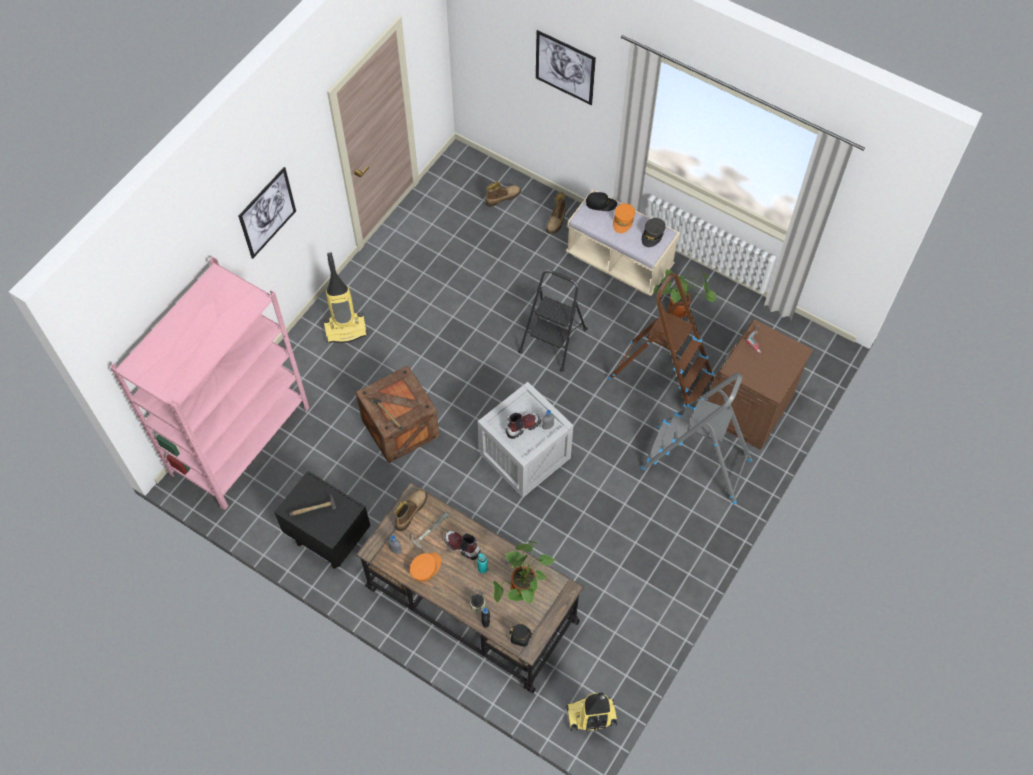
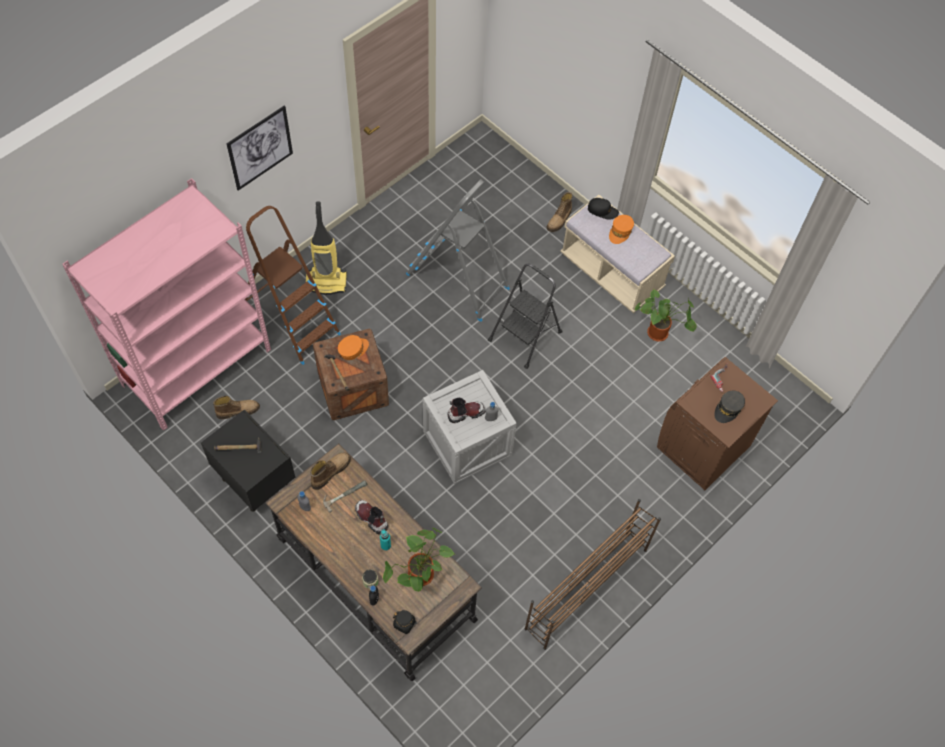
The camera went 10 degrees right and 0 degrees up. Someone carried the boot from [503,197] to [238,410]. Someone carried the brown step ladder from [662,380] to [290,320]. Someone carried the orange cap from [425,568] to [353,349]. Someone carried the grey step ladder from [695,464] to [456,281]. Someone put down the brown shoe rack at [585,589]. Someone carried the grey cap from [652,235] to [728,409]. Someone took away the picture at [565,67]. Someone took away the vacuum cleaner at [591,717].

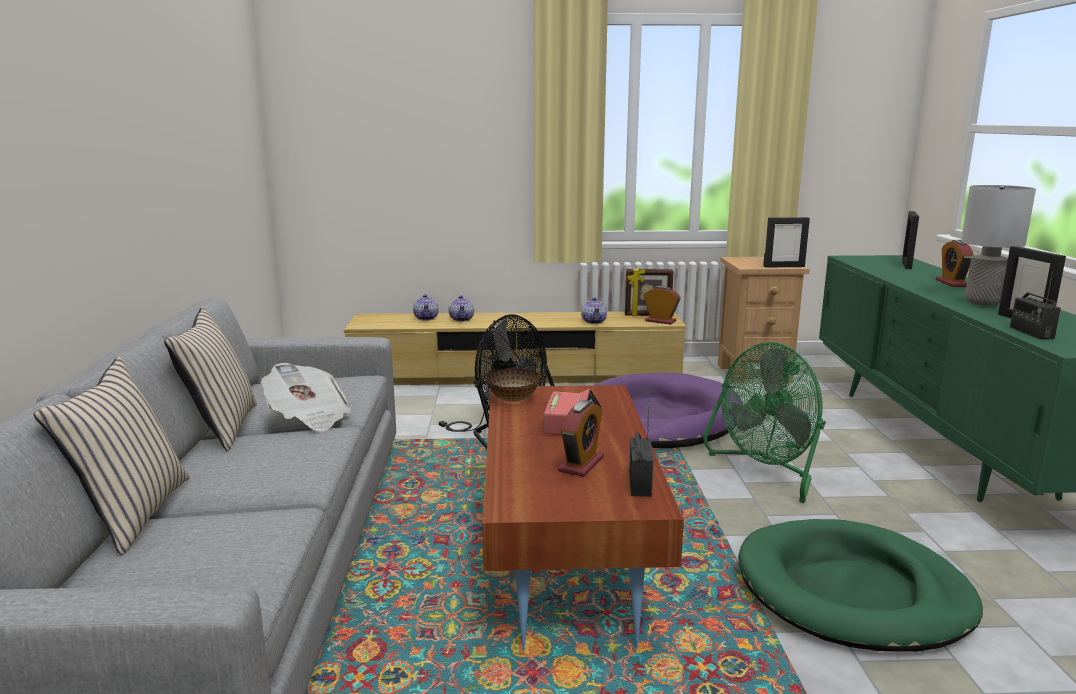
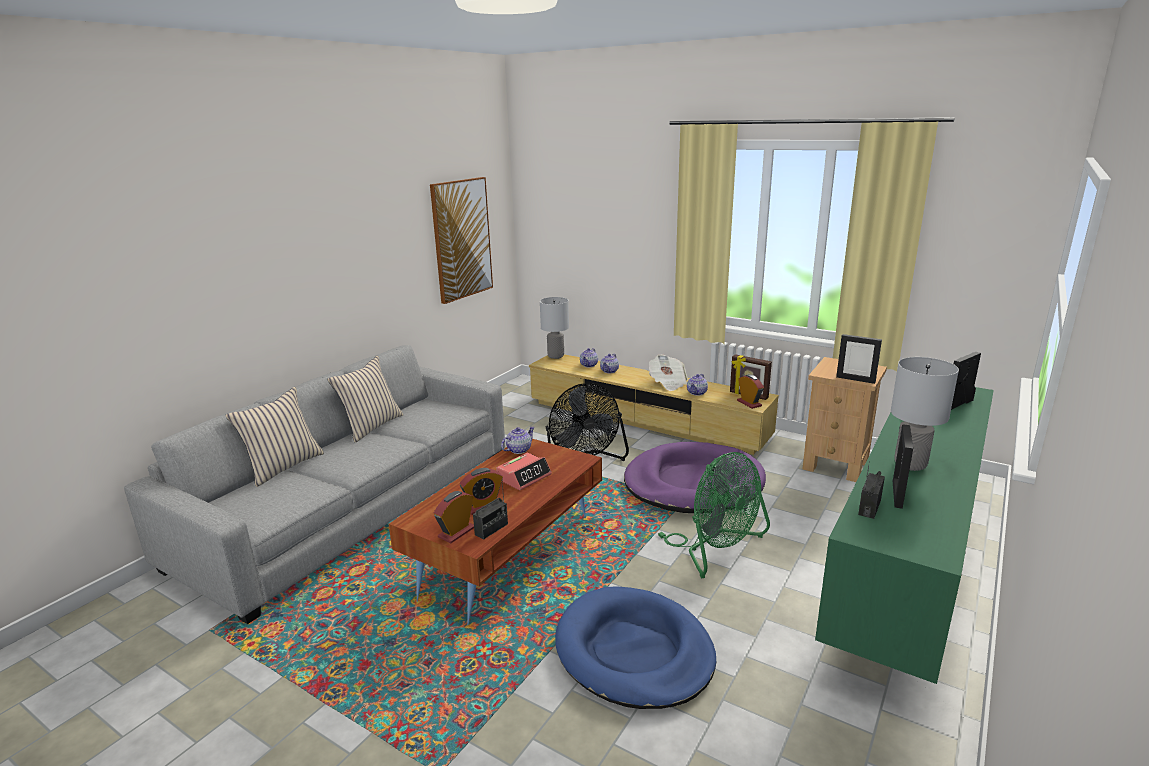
The camera went 35 degrees right and 5 degrees up. Someone put up the picture at [461,239]. Someone carried the alarm clock from [952,283] to [456,532]. Someone swapped the bowl at [512,400] for the teapot at [518,450]. Someone put down the grey table lamp at [556,357]. Someone repainted the green dog bed at [852,592], which became the blue dog bed at [634,651]. Someone carried the newspaper from [308,417] to [668,383]. Someone rotated the green fan at [768,469] by 135 degrees counterclockwise.

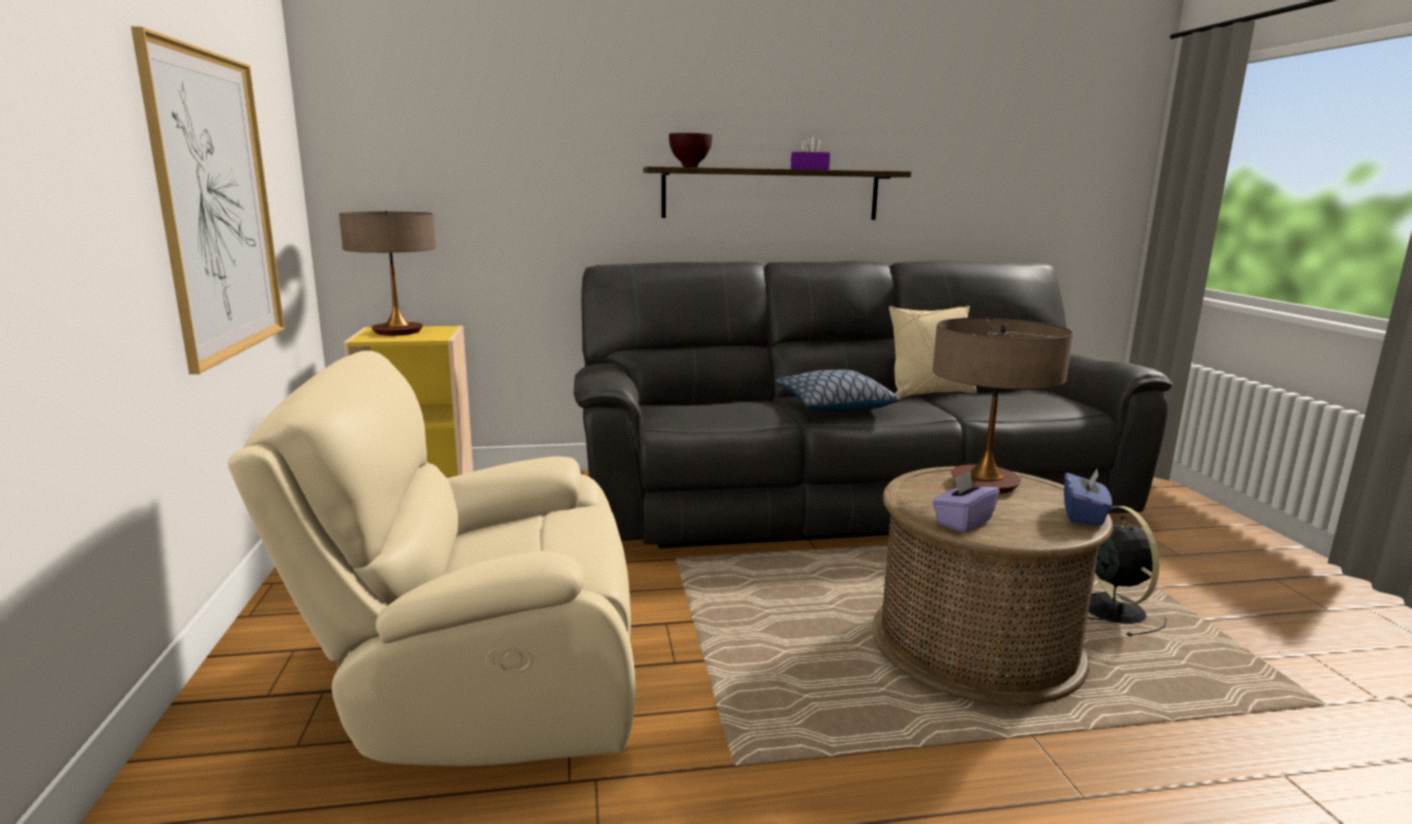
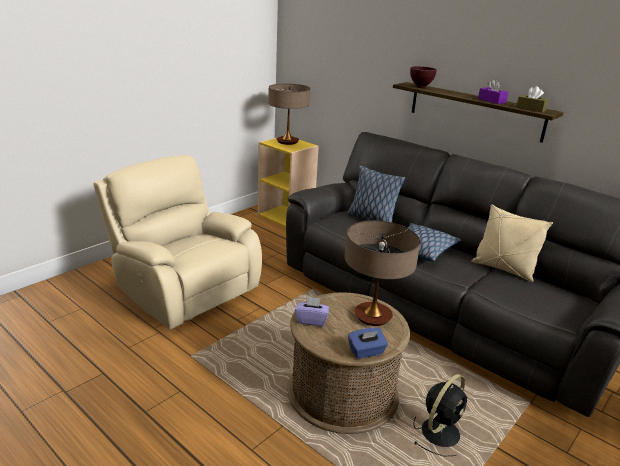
The camera went 50 degrees right and 10 degrees up. Someone put down the pillow at [371,219]. Someone put down the brown tissue box at [531,109]. Someone took away the picture at [217,206].

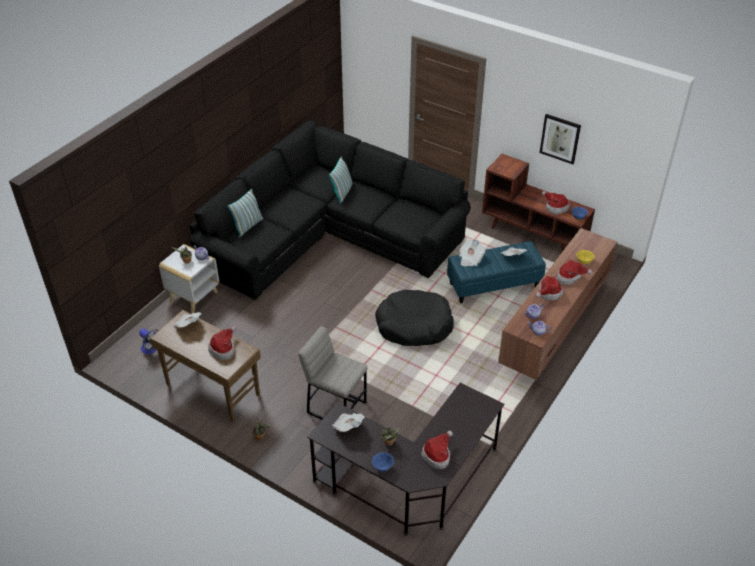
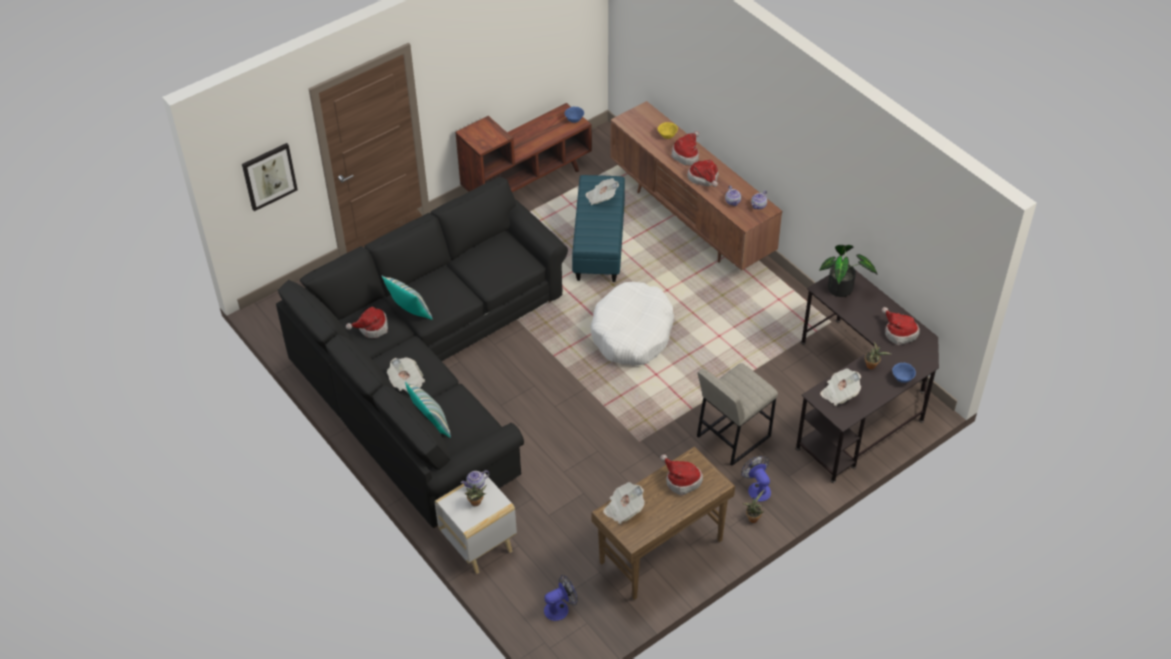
The camera went 70 degrees left and 5 degrees up. Someone carried the picture from [560,138] to [269,176]. Someone carried the hat from [555,207] to [372,328]. Someone carried the newspaper from [470,259] to [407,383]. Someone repainted the black dog bed at [414,325], which became the white dog bed at [632,333]. Someone put down the fan at [757,488]. Someone put down the potted plant at [843,290].

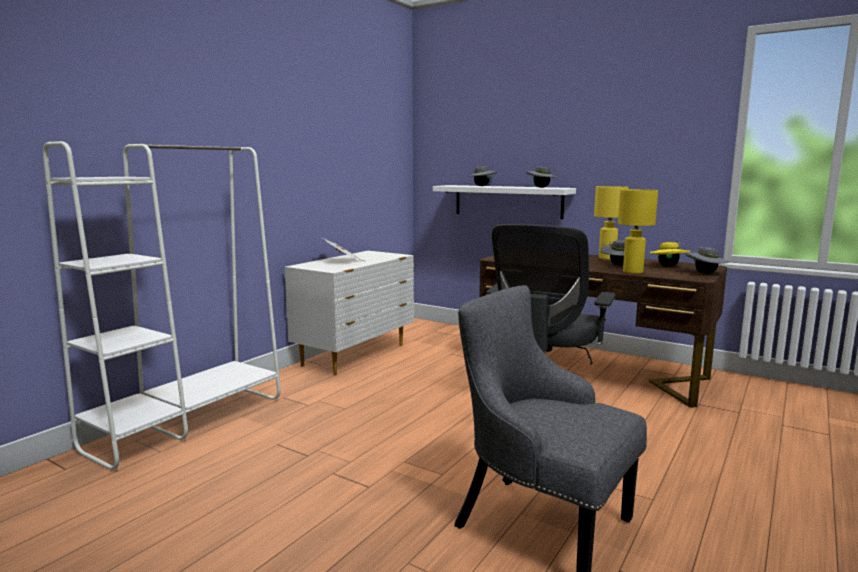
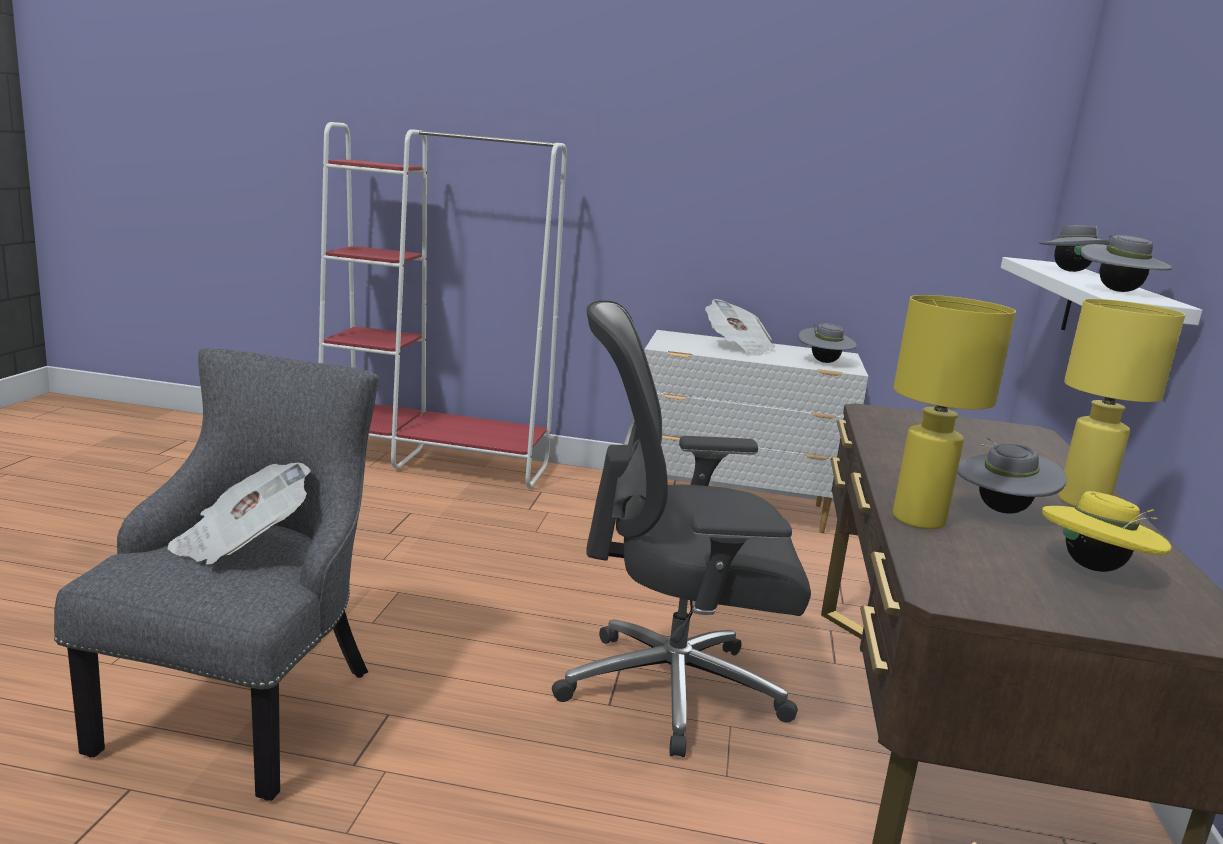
The camera went 65 degrees right and 5 degrees up. Someone put down the newspaper at [241,544]. Someone repainted the white clothes rack at [188,424], which became the red clothes rack at [436,463]. Someone carried the grey hat from [705,273] to [823,362].

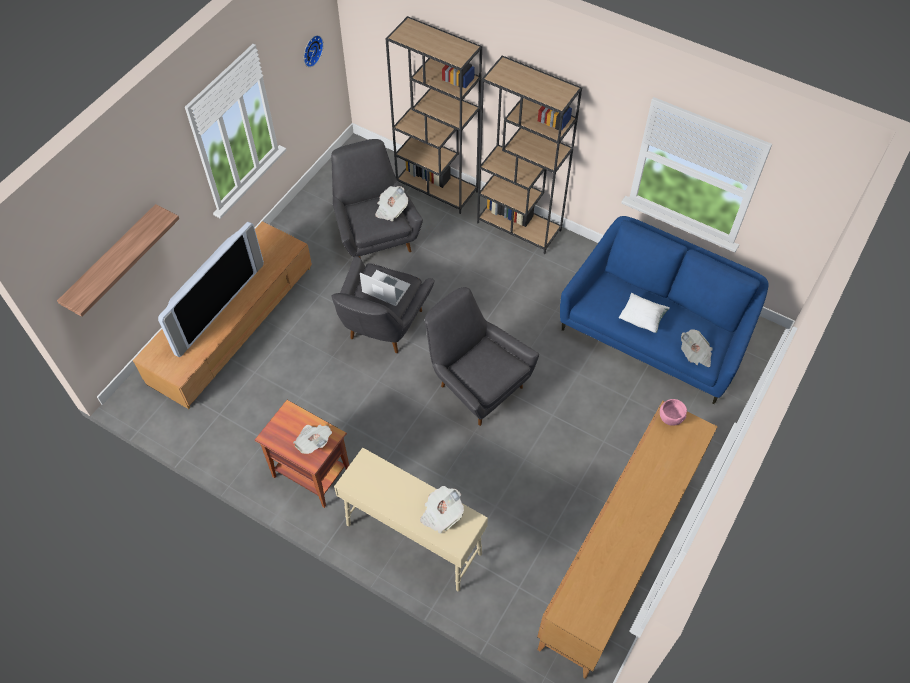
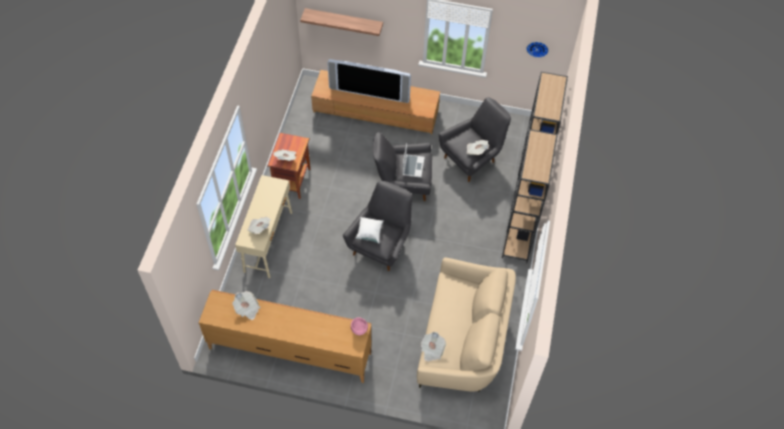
The camera went 70 degrees right and 0 degrees up. Someone put down the newspaper at [247,309]. Someone carried the white pillow from [642,319] to [369,233]. Someone repainted the blue sofa at [655,333], which became the beige sofa at [463,340].

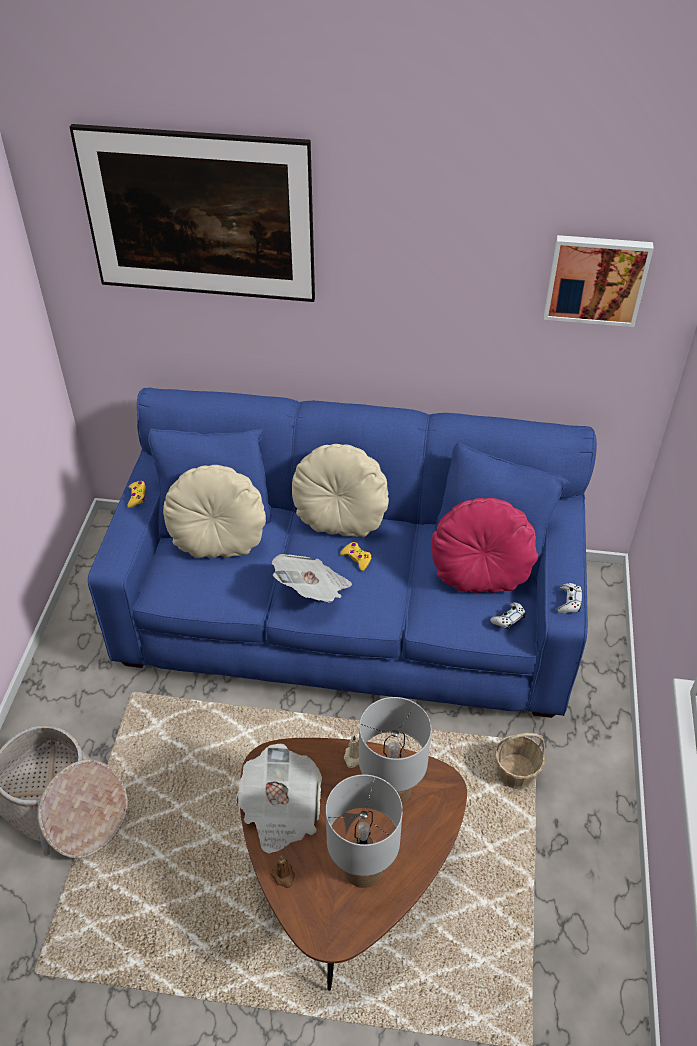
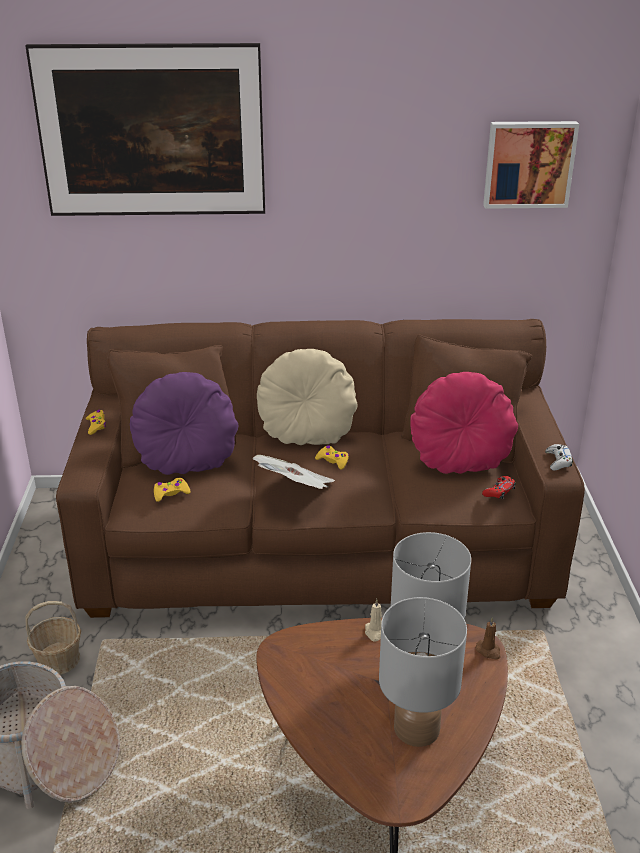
The camera went 10 degrees left and 15 degrees down. Someone carried the basket from [516,772] to [59,660]. Someone repainted the blue sofa at [348,618], which became the brown sofa at [319,549]. Someone repainted the beige pillow at [219,544], which became the purple pillow at [187,464]. Someone put down the yellow game controller at [171,493]. Someone carried the brown candle from [284,876] to [489,651]. Someone repainted the white game controller at [508,618], which became the red game controller at [499,491]. Someone took away the newspaper at [280,811].

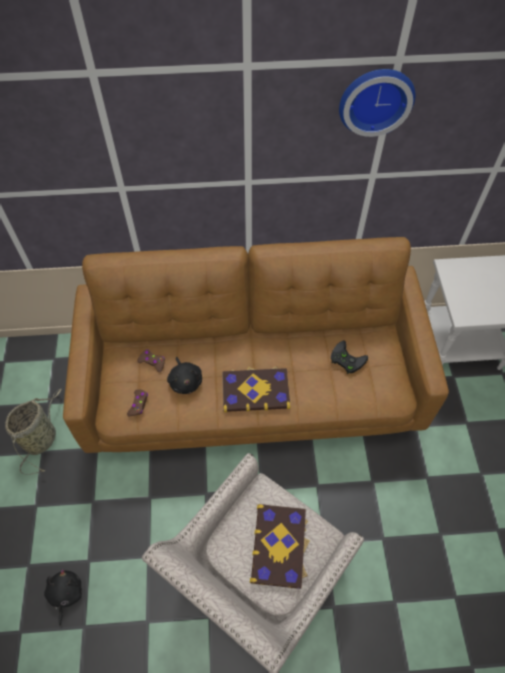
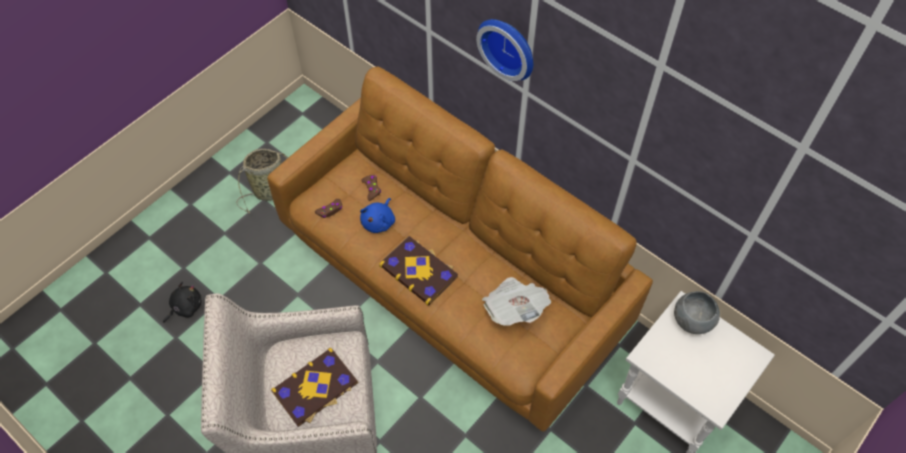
The camera went 45 degrees right and 0 degrees up. Someone repainted the black plush toy at [185,381], which became the blue plush toy at [379,221]. Someone carried the wall clock from [375,99] to [509,46]. Someone swapped the black game controller at [345,359] for the newspaper at [514,308]. Someone put down the grey bowl at [692,320].

